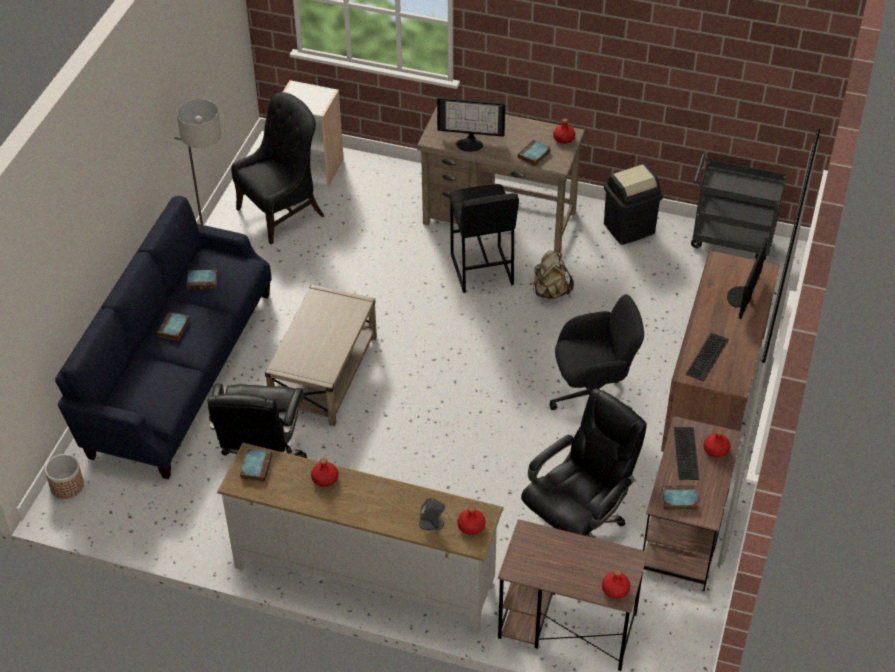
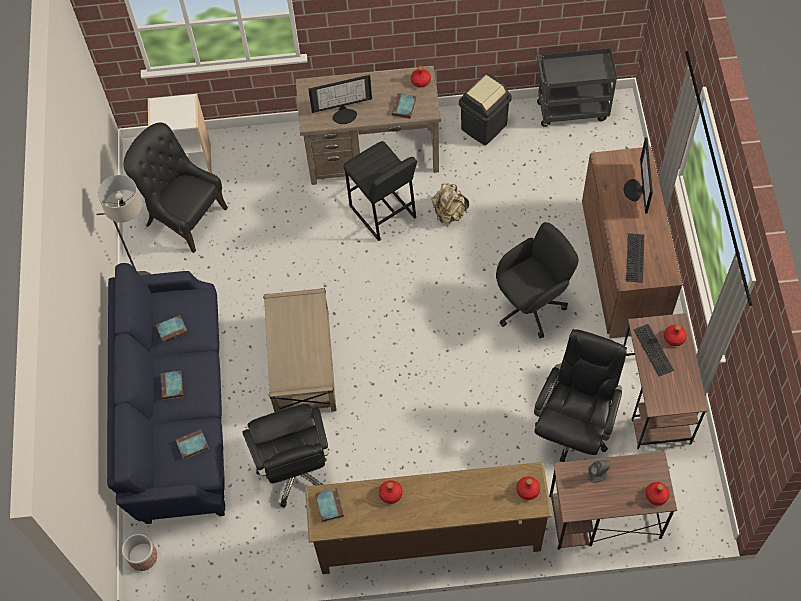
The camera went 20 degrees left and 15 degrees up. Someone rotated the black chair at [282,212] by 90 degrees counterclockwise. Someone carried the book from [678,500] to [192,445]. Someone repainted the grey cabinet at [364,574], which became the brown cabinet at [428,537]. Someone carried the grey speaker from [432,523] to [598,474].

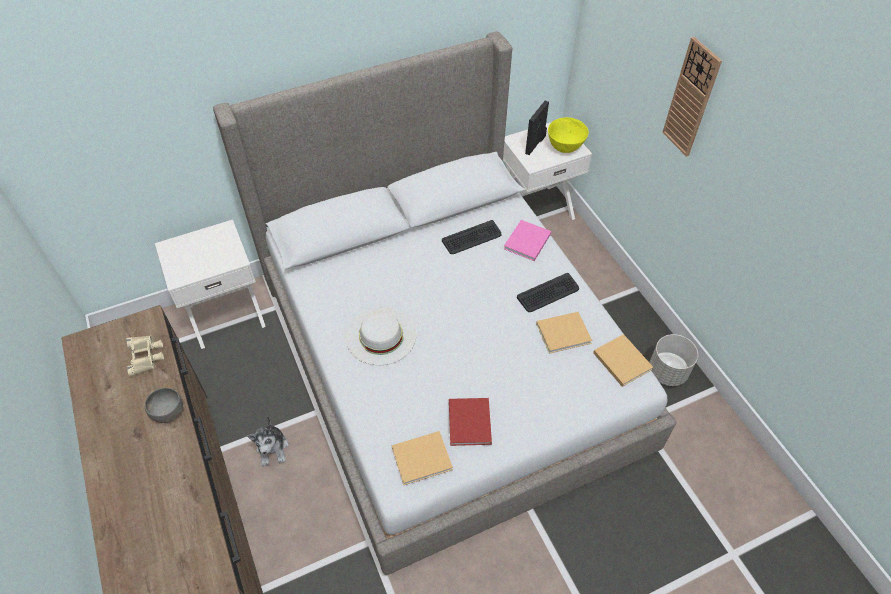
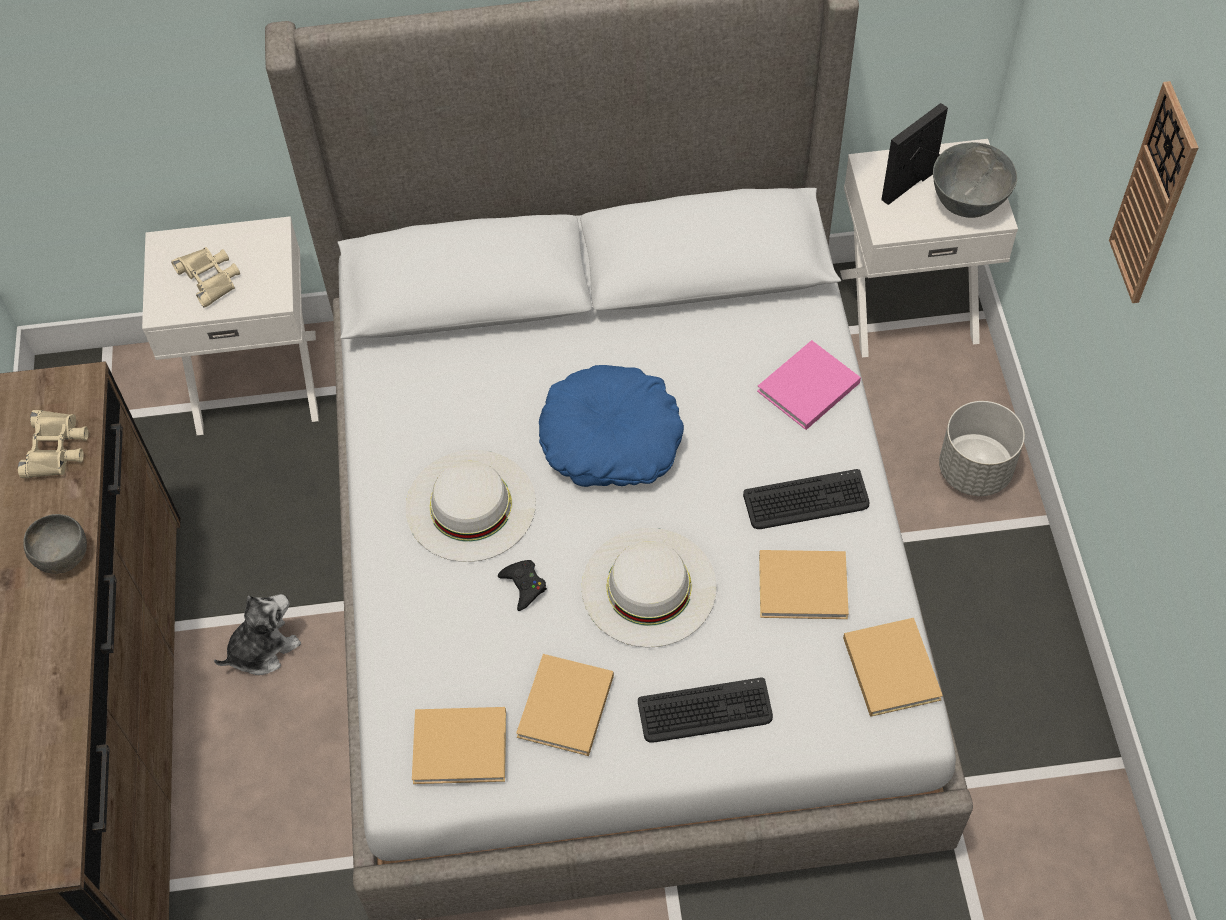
The camera went 20 degrees right and 5 degrees up. Someone put down the beige binoculars at [210,278]. Someone rotated the plush toy at [273,448] by 135 degrees counterclockwise. Someone put down the black game controller at [524,586]. Someone repainted the red book at [469,424], which became the beige book at [564,709]. Someone put down the blue pillow at [611,438]. Someone put down the white hat at [649,586]. Someone carried the keyboard from [472,238] to [705,711]. Someone repainted the yellow bowl at [564,147], which became the grey bowl at [967,204]. Someone carried the grey planter from [667,371] to [974,470].

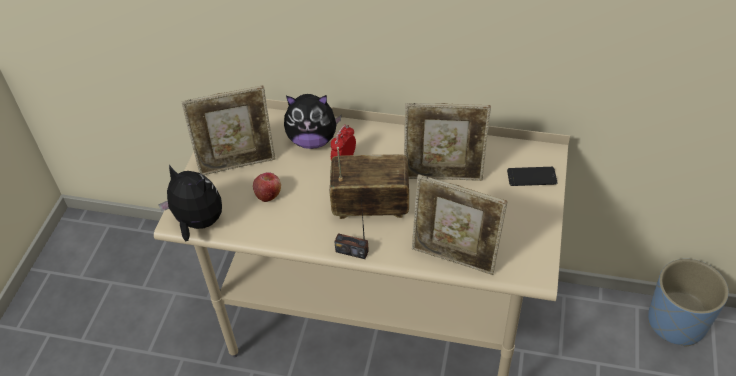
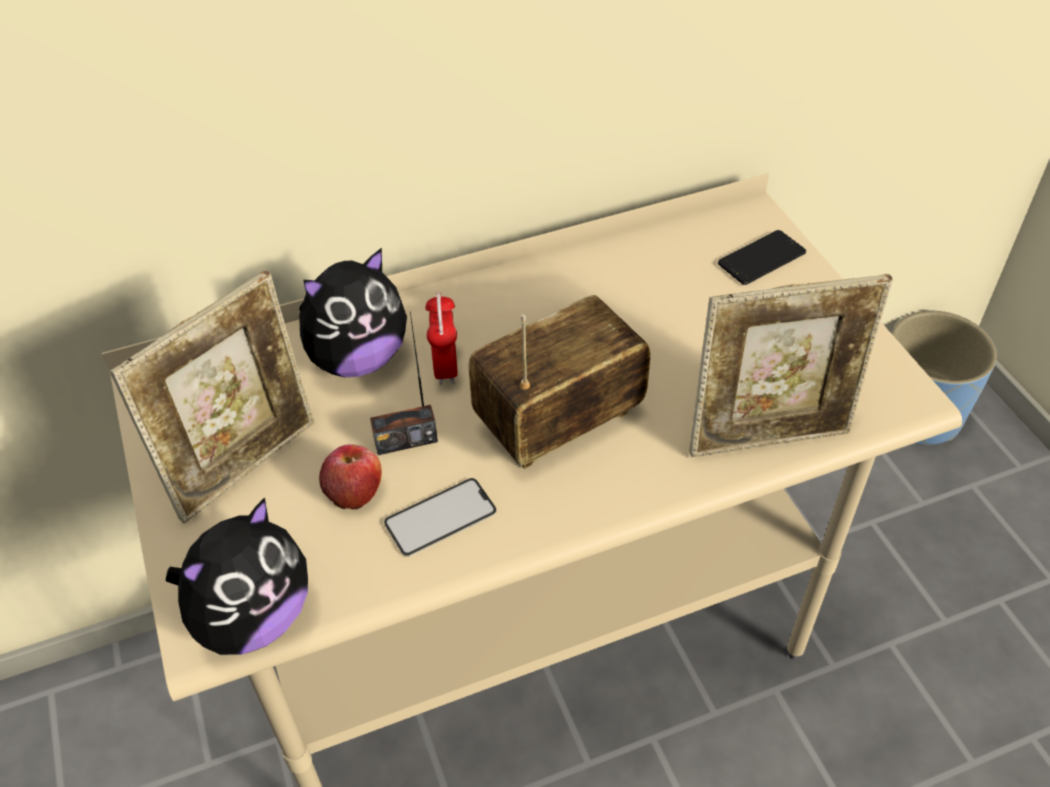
The camera went 35 degrees left and 0 degrees up. Someone rotated the plush toy at [197,223] by 135 degrees clockwise. Someone carried the radio from [352,251] to [405,440]. Someone put down the phone at [440,517]. Someone took away the picture frame at [443,176].

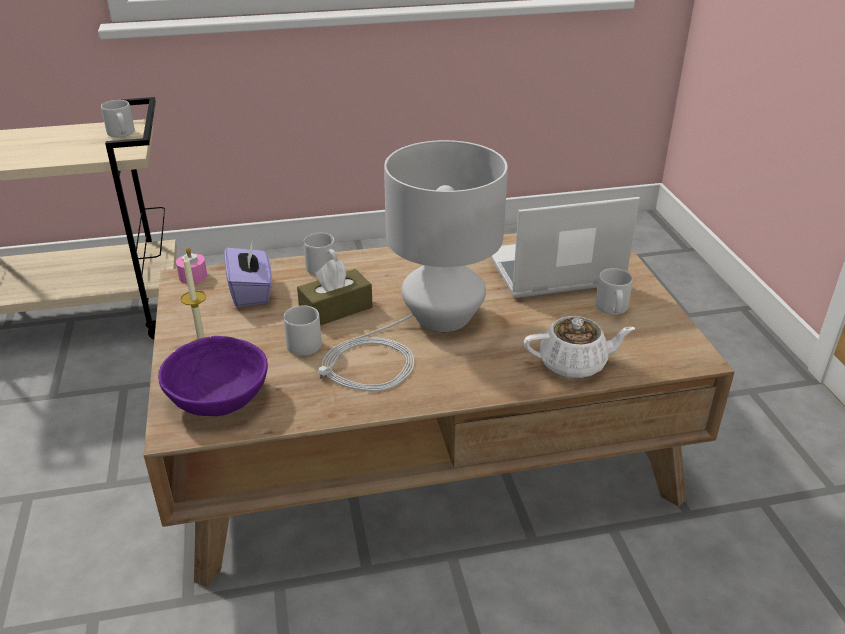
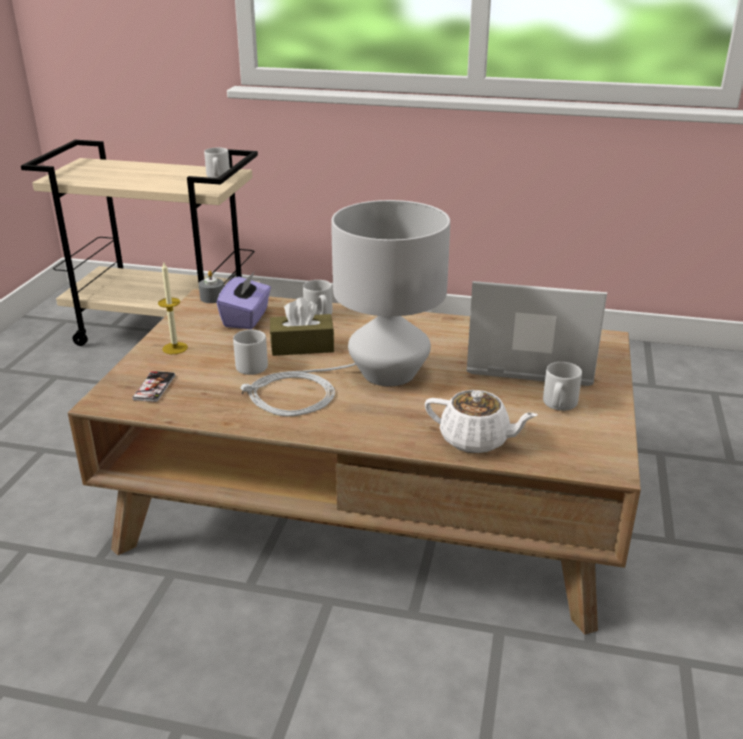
The camera went 25 degrees right and 5 degrees down. Someone swapped the purple bowl at [219,397] for the phone at [154,387]. Someone repainted the pink candle at [193,276], which became the grey candle at [212,298].

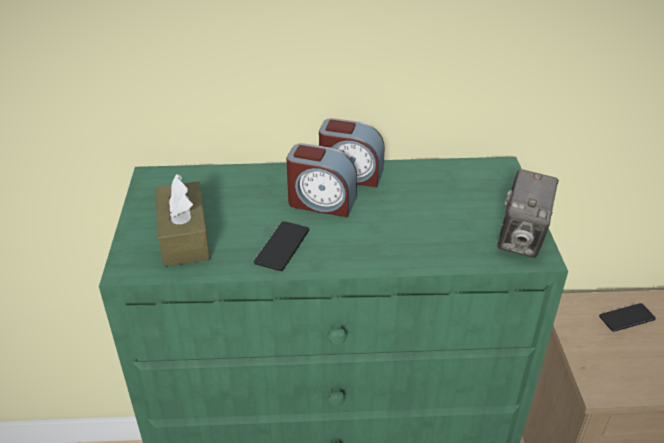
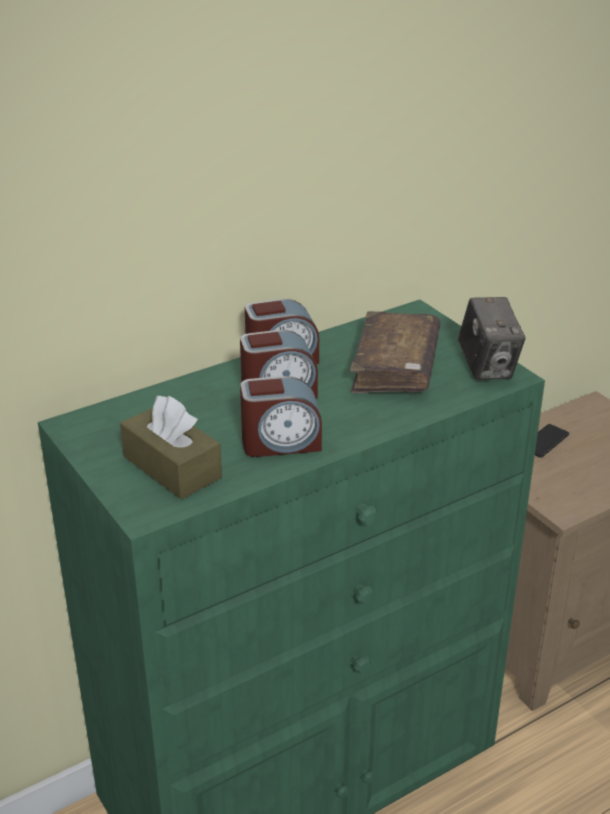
The camera went 30 degrees left and 5 degrees down. Someone swapped the phone at [282,246] for the alarm clock at [281,443]. Someone put down the brown book at [395,367].

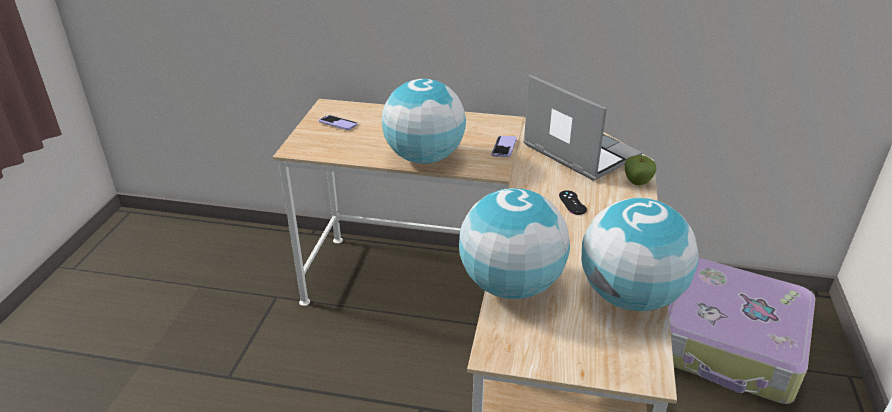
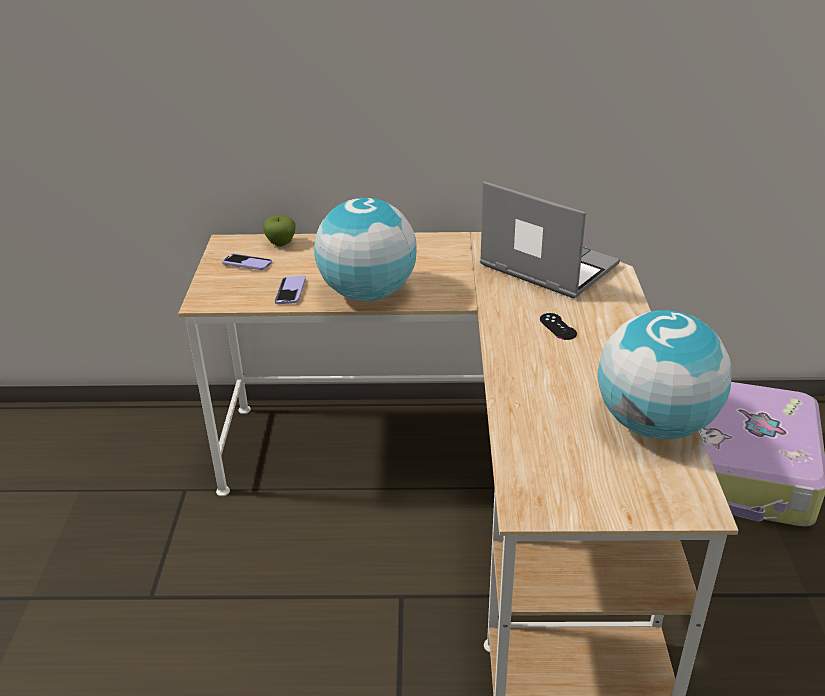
The camera went 10 degrees left and 0 degrees up. Someone carried the apple from [637,182] to [281,243]. Someone carried the phone from [504,147] to [290,291]. Someone took away the globe at [511,285].

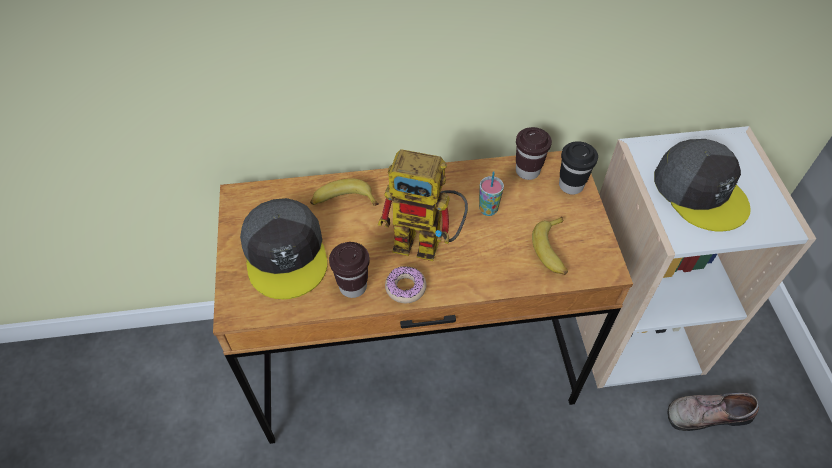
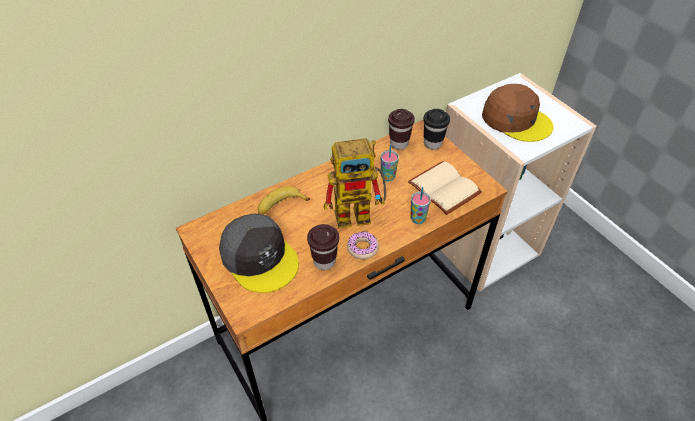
The camera went 25 degrees left and 5 degrees down. Someone swapped the banana at [553,250] for the beige book at [446,188]. Someone put down the cup at [417,219]. Someone repainted the grey cap at [700,191], which became the brown cap at [516,120]. Someone took away the shoe at [706,412].

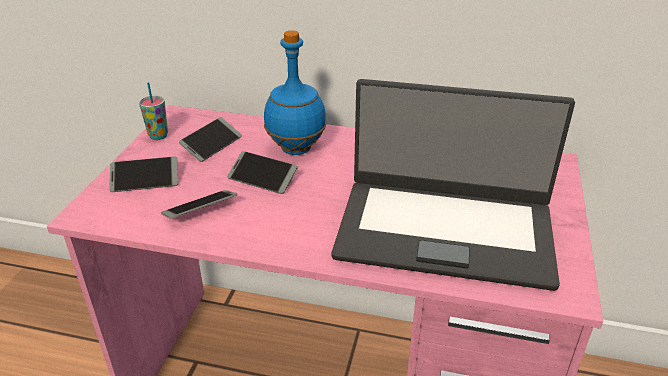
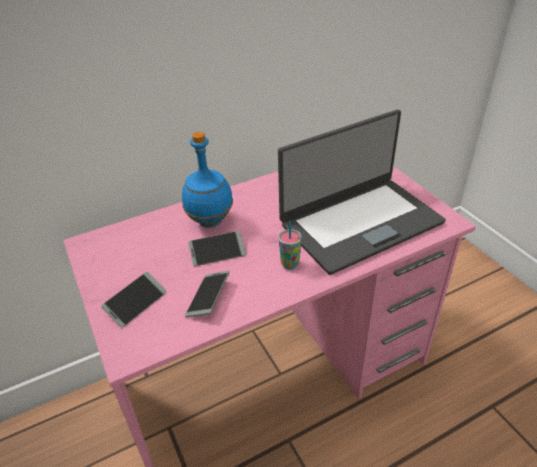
The camera went 40 degrees left and 5 degrees up. Someone carried the cup from [158,136] to [290,264]. Someone took away the phone at [212,145].

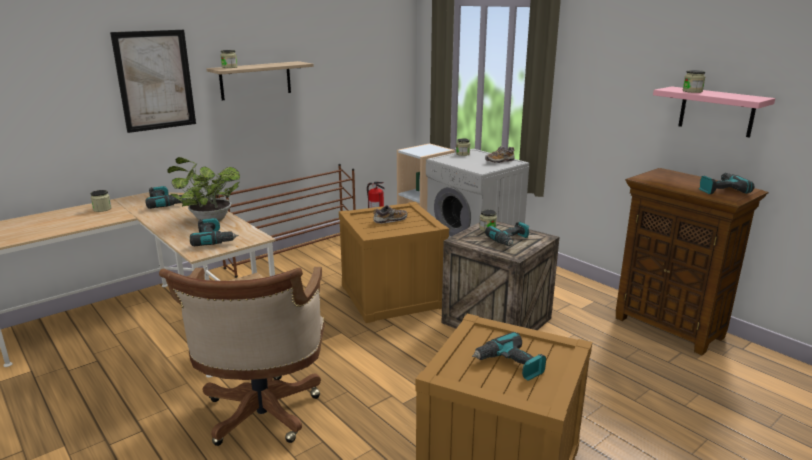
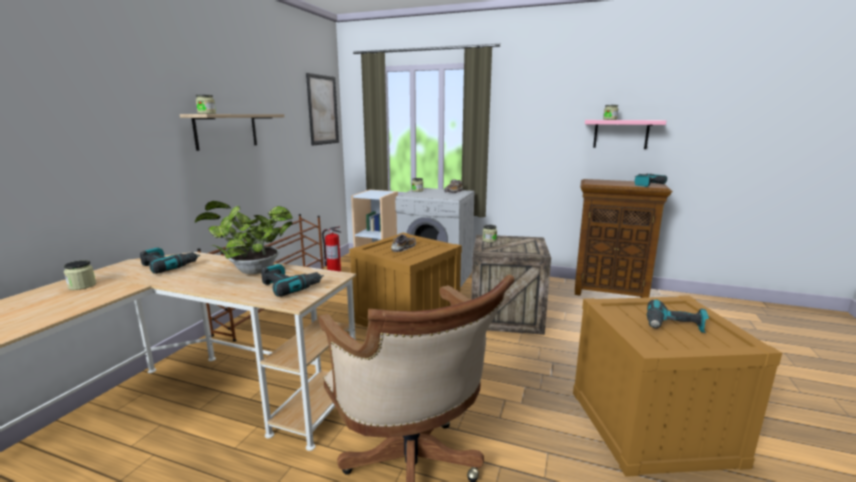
The camera went 30 degrees left and 5 degrees down. Someone carried the picture from [155,80] to [323,110]. Someone took away the power drill at [510,240].

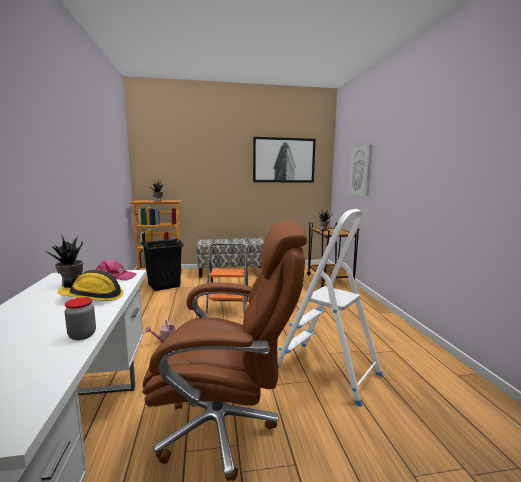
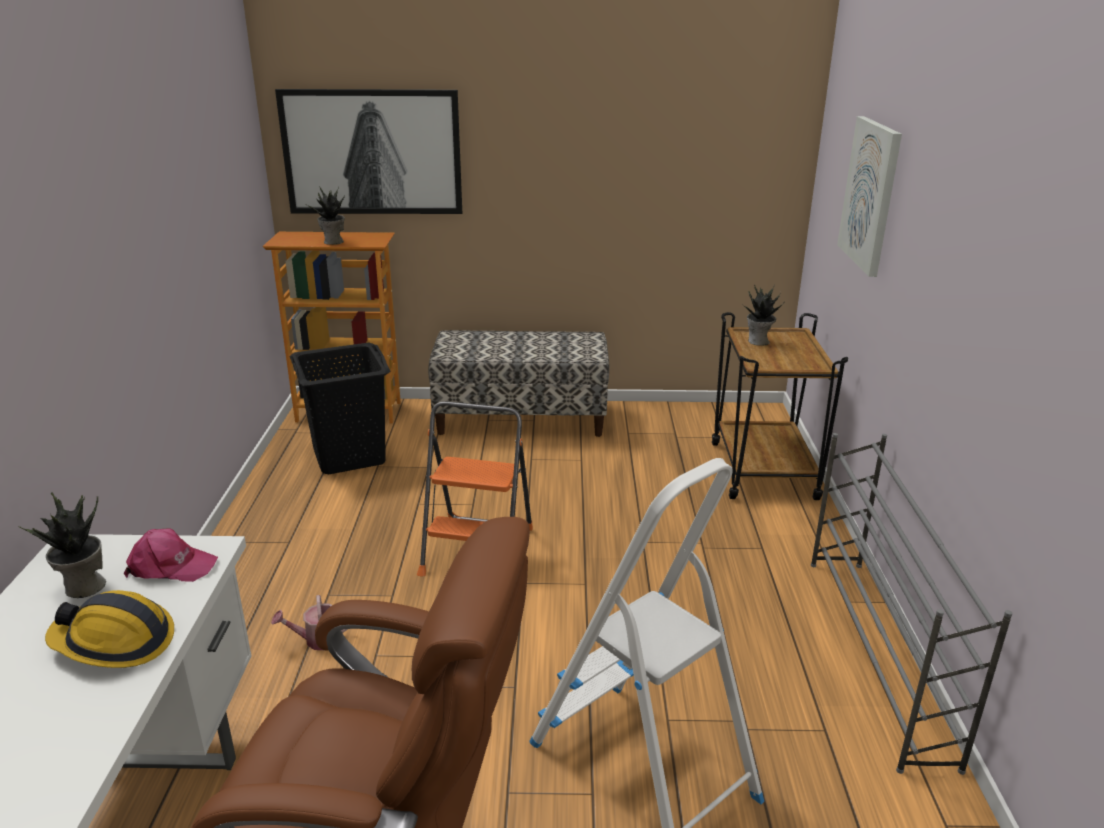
The camera went 10 degrees right and 15 degrees up. Someone carried the picture from [284,160] to [372,152]. Someone put down the grey shoe rack at [875,654]. Someone took away the jar at [82,335].

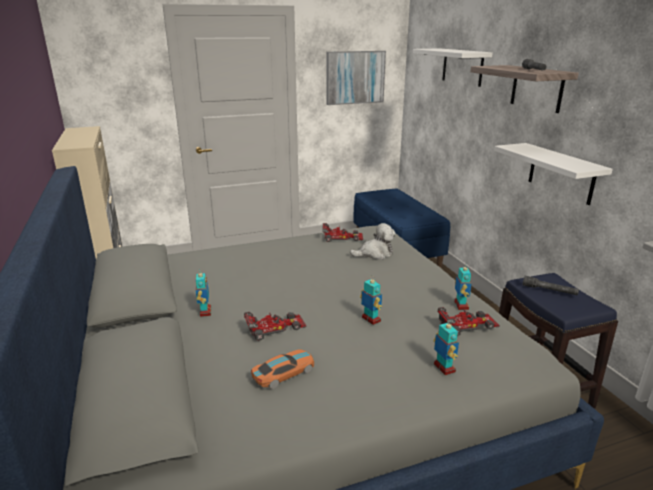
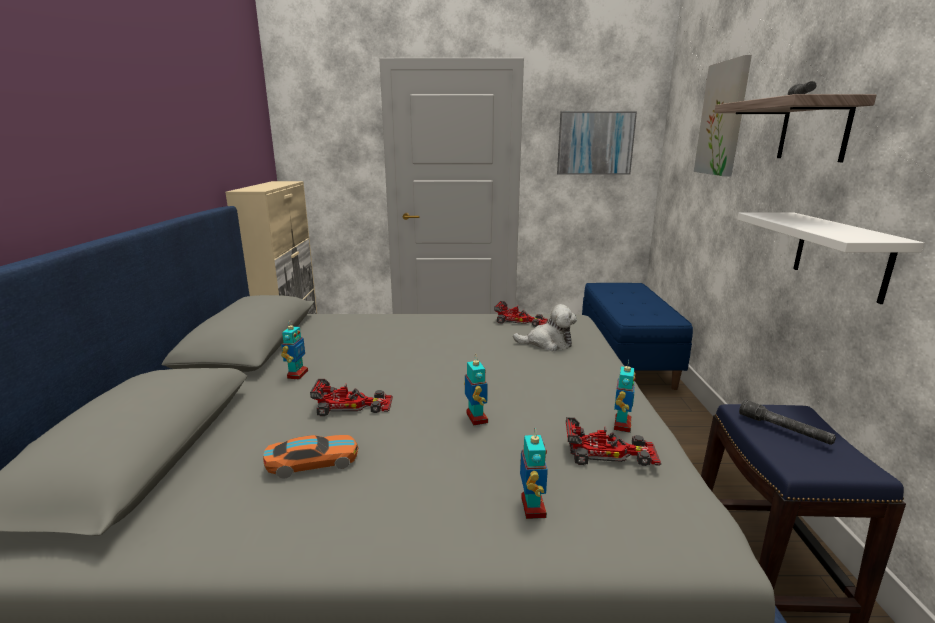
The camera went 20 degrees right and 5 degrees down. Someone swapped the white shelf at [462,67] for the picture at [723,119].

